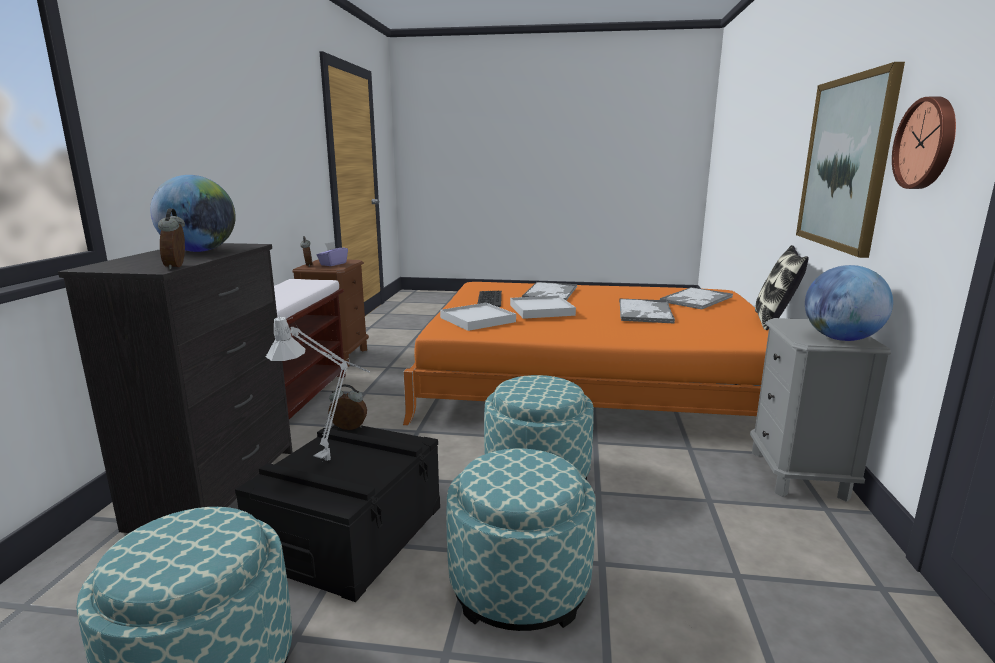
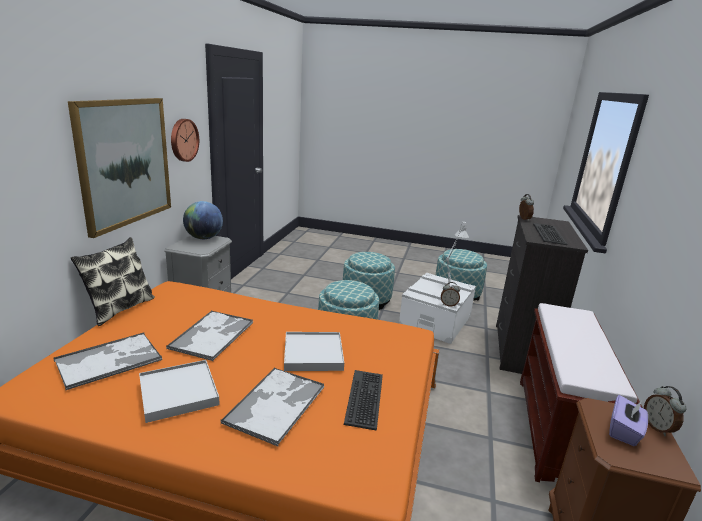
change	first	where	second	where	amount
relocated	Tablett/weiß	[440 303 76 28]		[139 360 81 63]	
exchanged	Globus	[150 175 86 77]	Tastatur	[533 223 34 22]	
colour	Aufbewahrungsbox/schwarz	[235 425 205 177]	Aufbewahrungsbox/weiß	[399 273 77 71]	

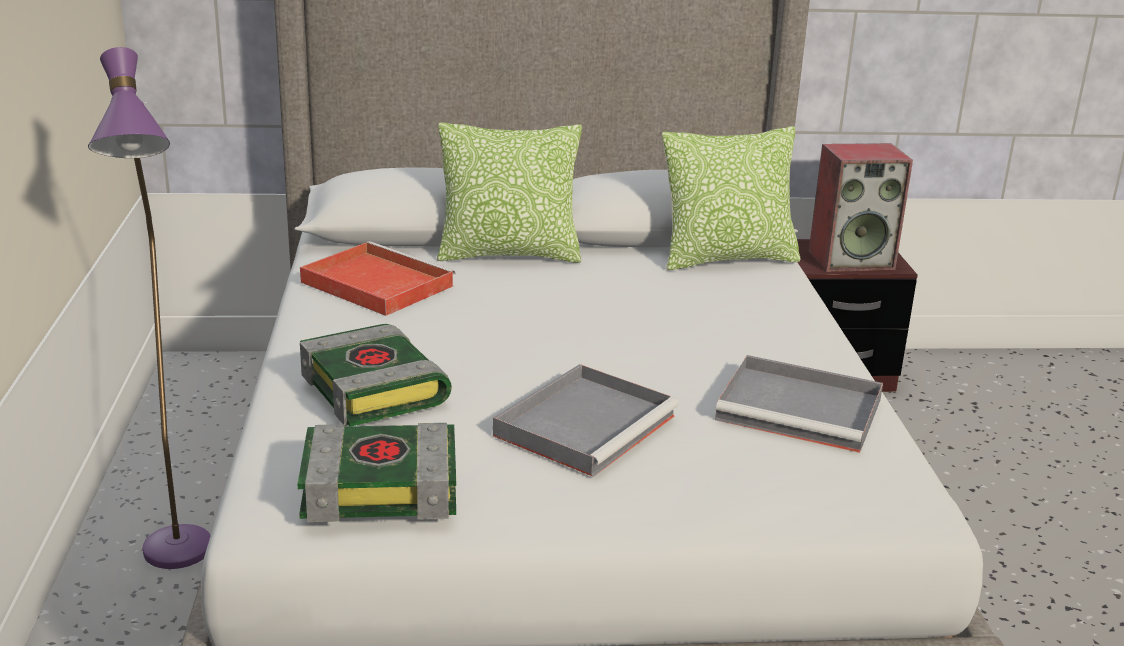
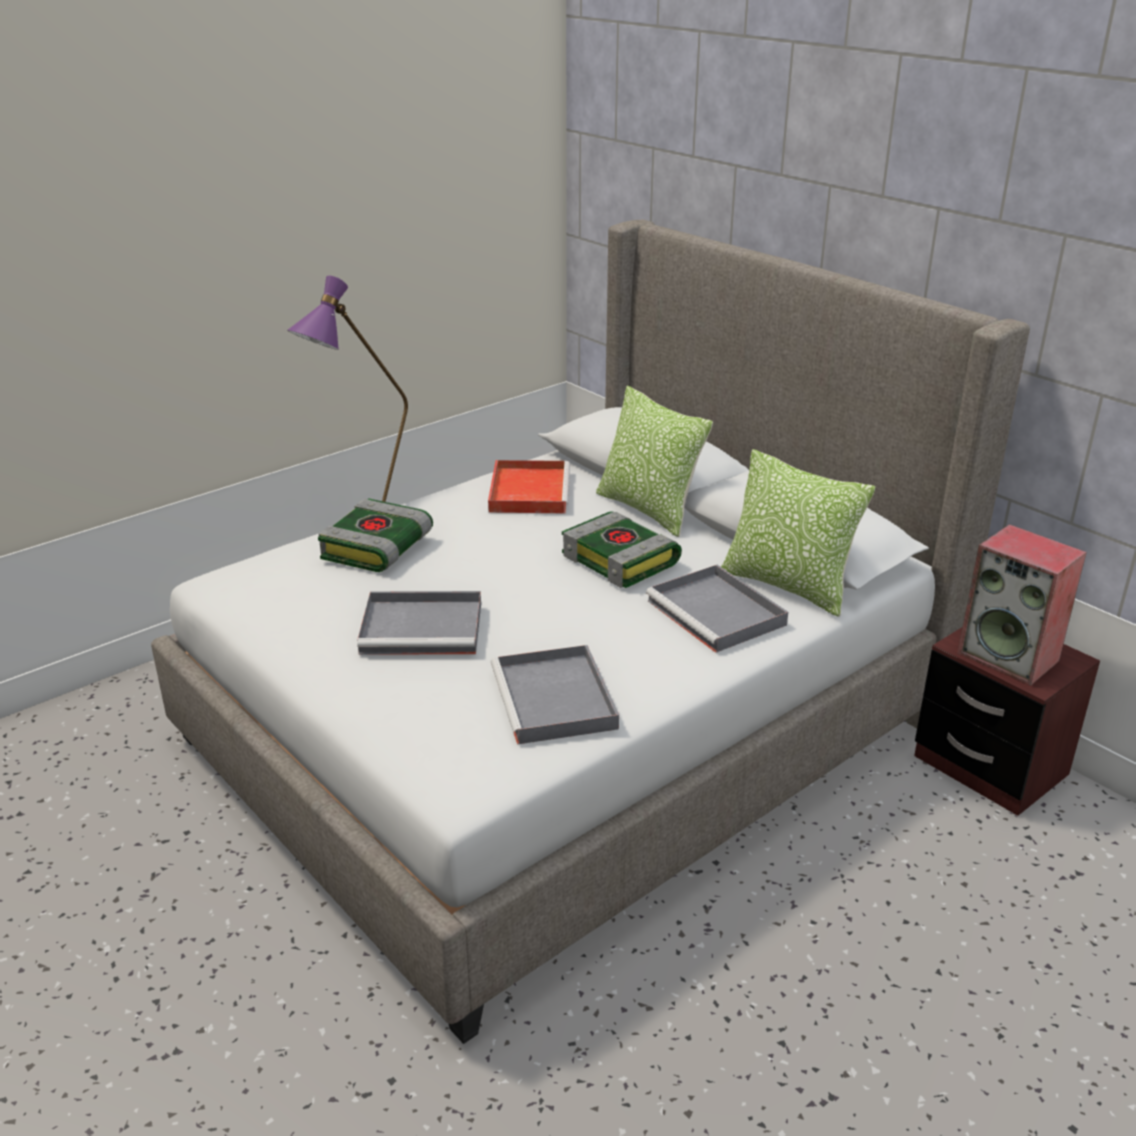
change	first	where	second	where	amount
appeared			Tablett/grau	[646 565 142 88]	
relocated	Buch	[298 423 158 99]		[562 511 120 77]	

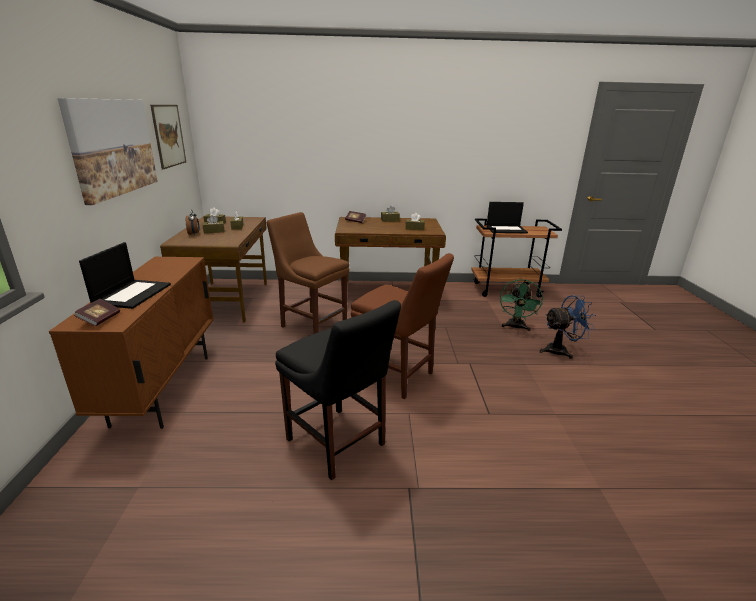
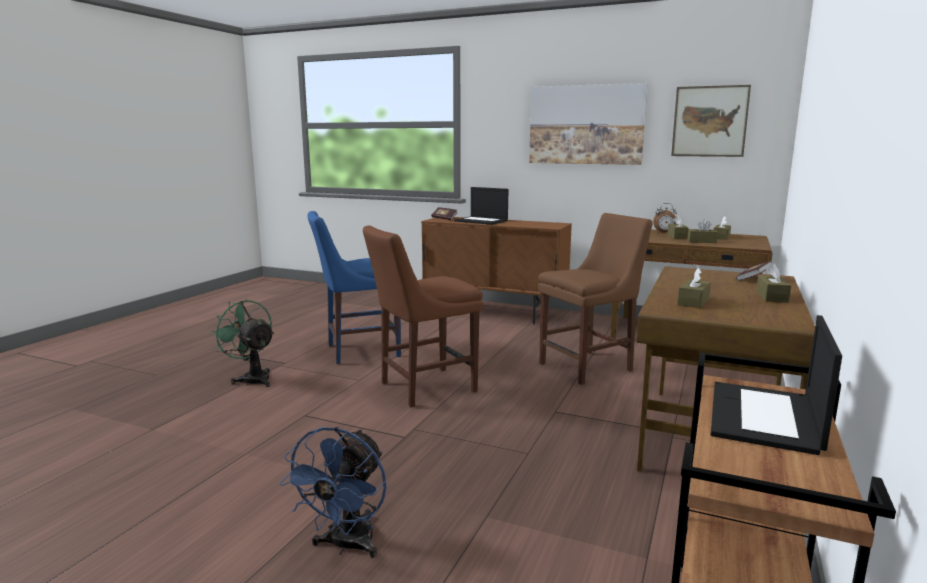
change	first	where	second	where	amount
relocated	Ventilator/grün	[500 279 43 52]		[210 299 64 88]	
colour	Stuhl/schwarz	[275 300 126 181]	Stuhl/blau	[307 211 94 153]	

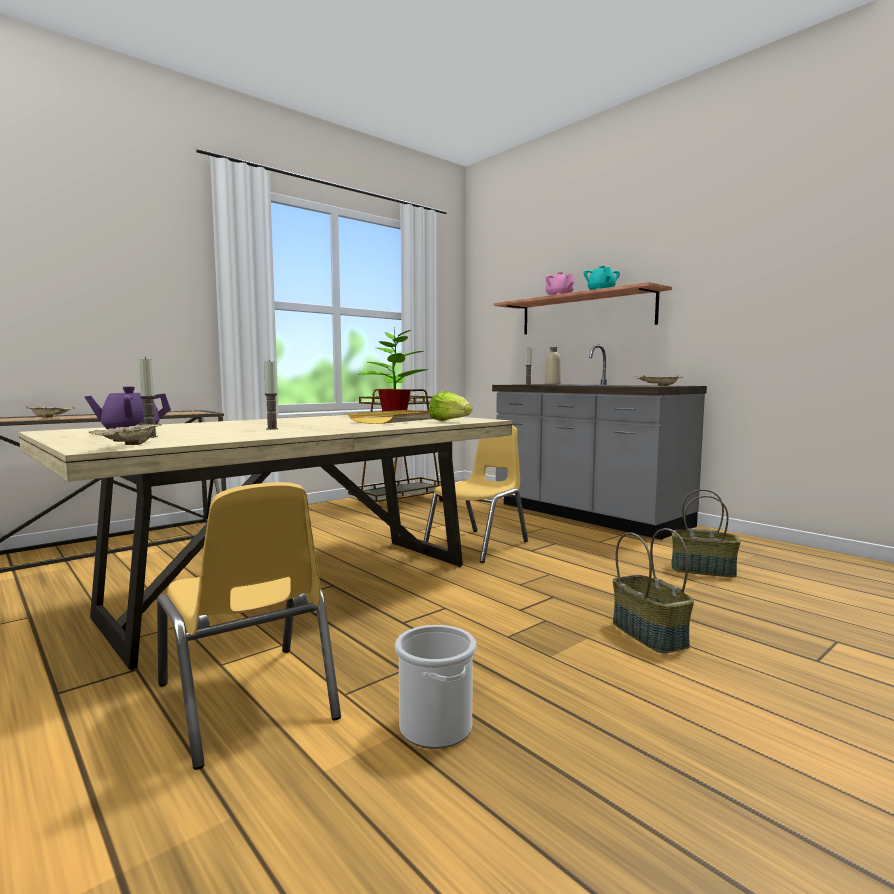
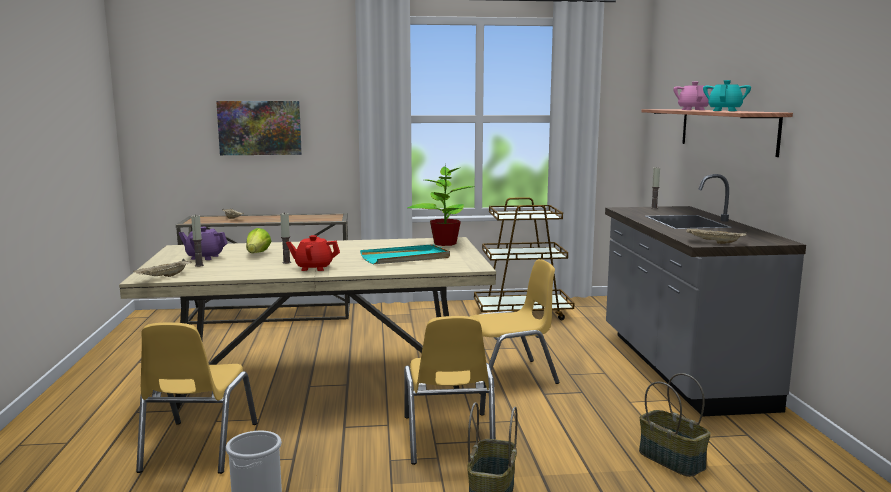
change	first	where	second	where	amount
missing	Flasche/beige	[545 347 16 37]			
appeared			Bild	[216 101 86 54]	
appeared			Teekanne/rot	[286 235 54 36]	
appeared			Stuhl/gelb	[404 316 92 149]	
relocated	Salatkopf	[429 391 43 30]		[246 228 26 25]	
colour	Tablett/gelb	[347 410 87 14]	Tablett/türkis	[360 244 90 20]	

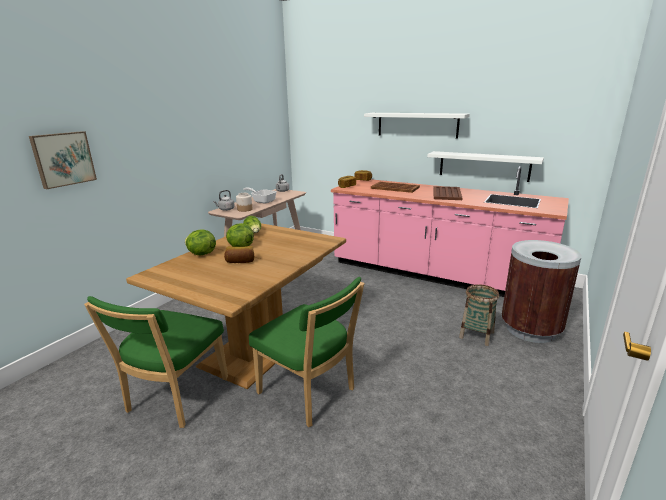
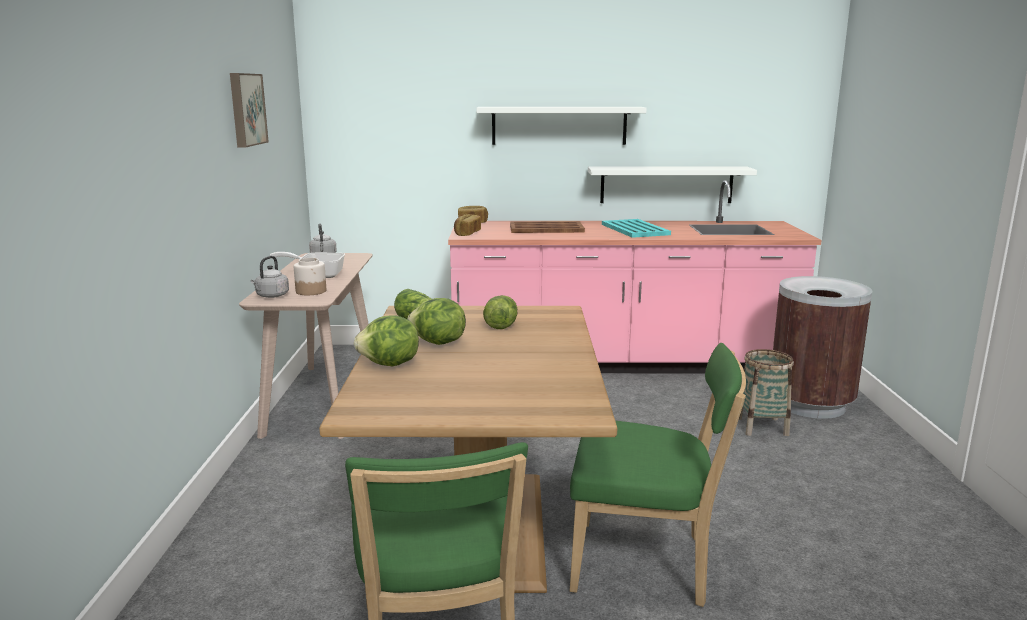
change	first	where	second	where	amount
missing	Brot	[224 246 30 17]			
appeared			Salatkopf	[483 295 35 34]	
relocated	Bild	[29 131 68 58]		[230 73 39 74]	
colour	Tablett/braun	[433 186 29 14]	Tablett/türkis	[602 219 69 19]	

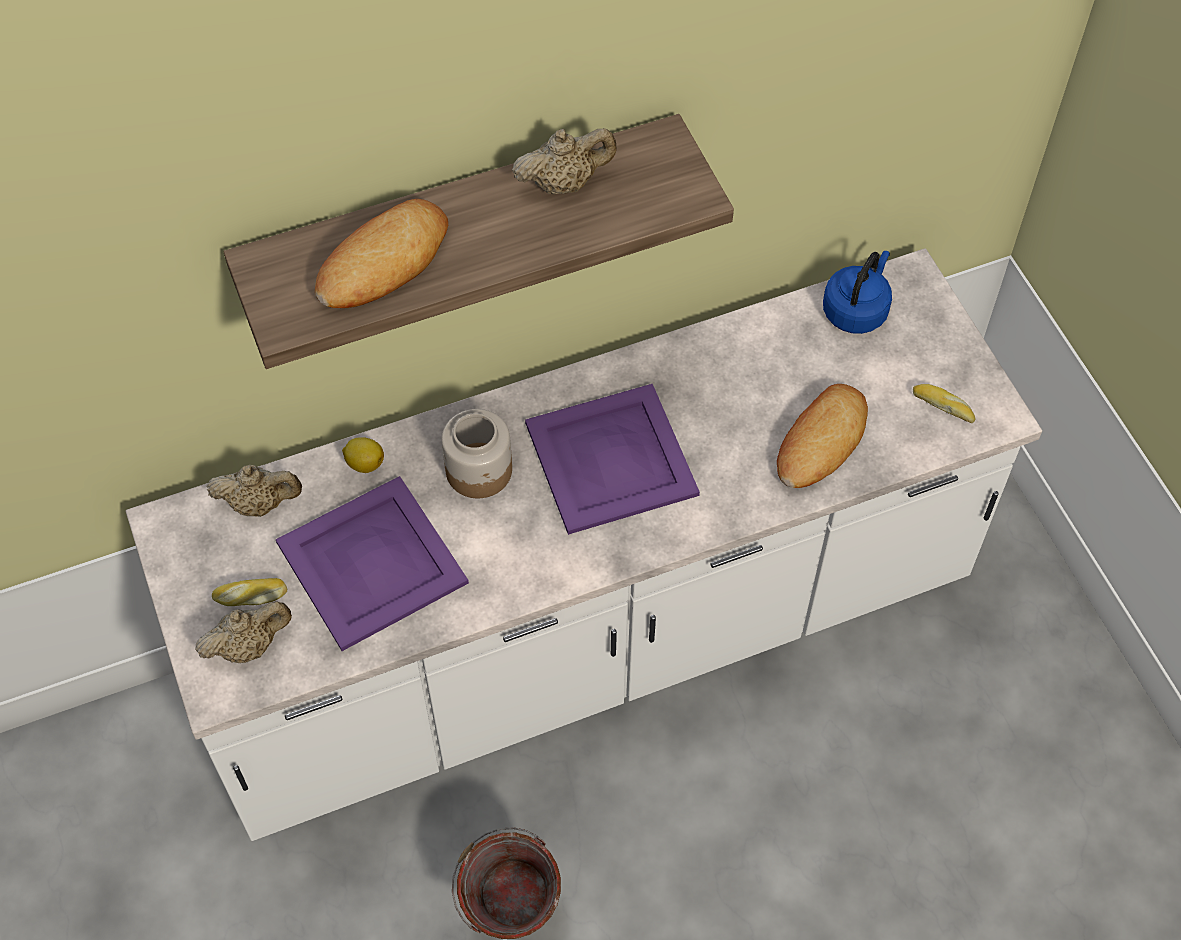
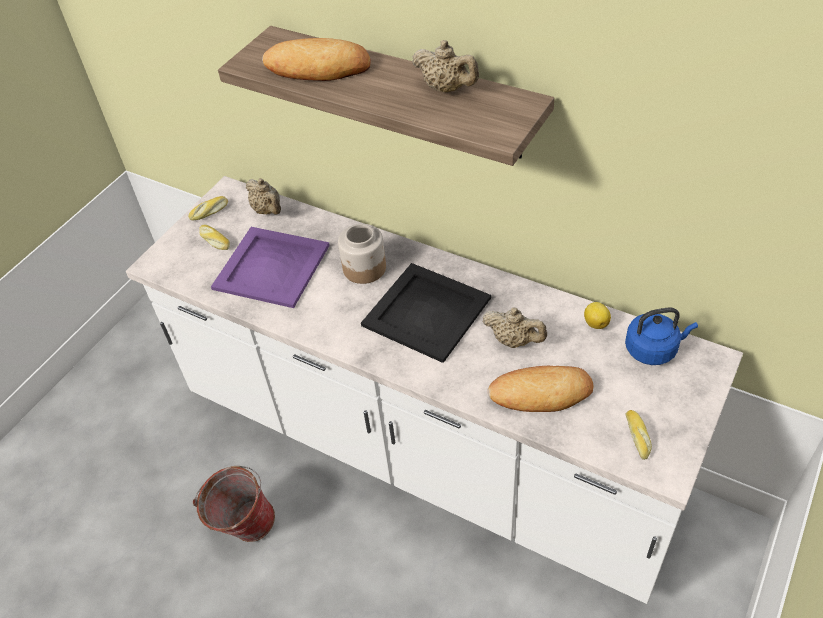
change	first	where	second	where	amount
appeared			Brot	[188 196 40 24]	
relocated	Teekanne/beige	[195 601 97 62]		[482 307 65 41]	
relocated	Zitrone	[342 437 42 36]		[584 302 27 27]	
colour	Tablett/lila	[525 384 175 151]	Tablett/schwarz	[361 263 130 100]	

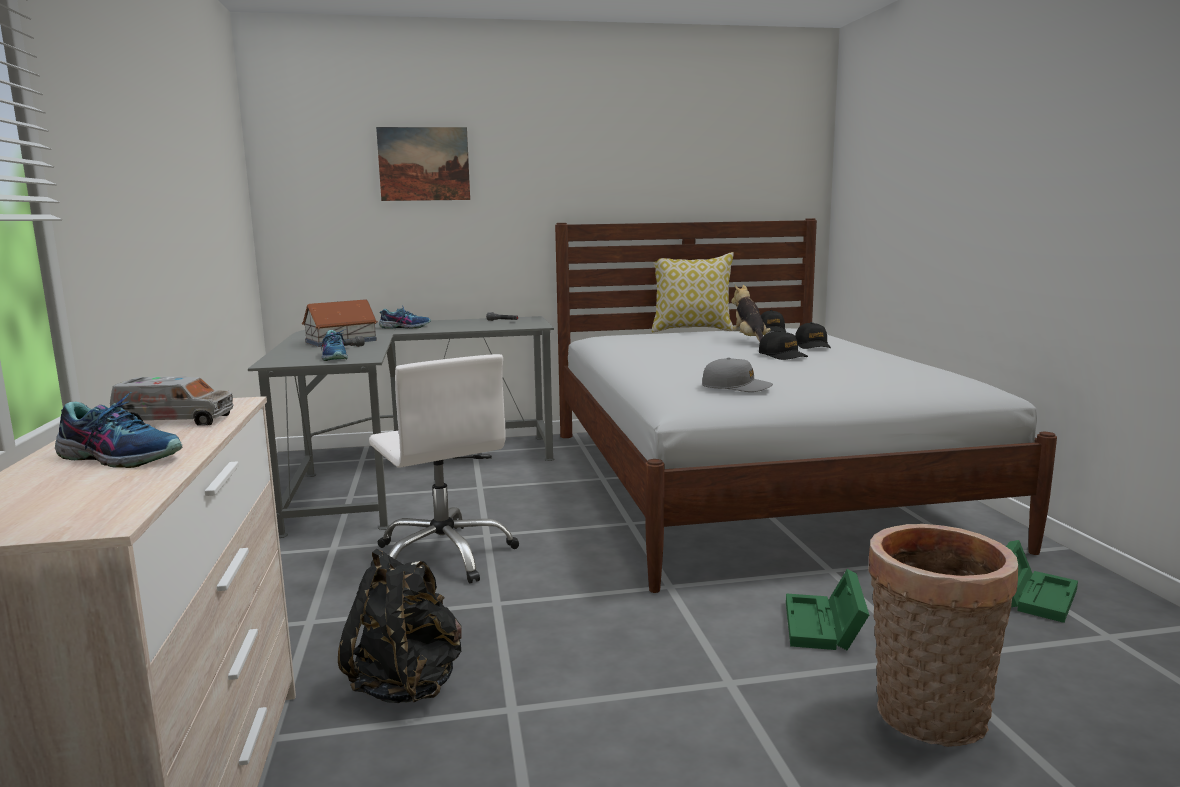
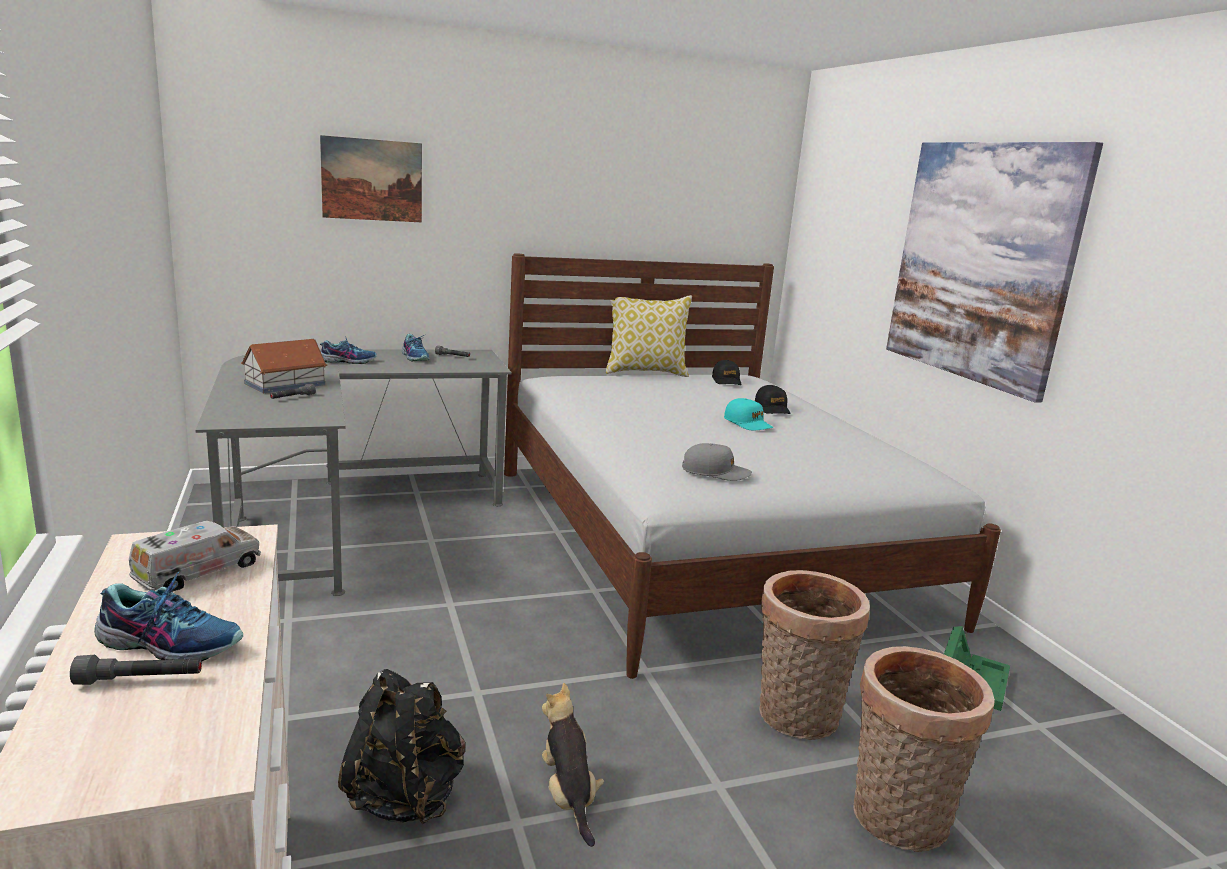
change	first	where	second	where	amount
missing	Bürostuhl/weiß	[369 354 150 229]			
appeared			Taschenlampe/grau	[70 655 132 30]	
appeared			Bild	[886 142 217 261]	
relocated	Schuh	[321 329 27 32]		[402 334 28 27]	
relocated	Plüschtier	[731 285 40 57]		[542 683 62 164]	
exchanged	Aufbewahrungsbox/grün	[786 569 83 81]	Korb	[759 570 111 170]	
colour	Kappe/schwarz	[759 331 49 29]	Kappe/türkis	[724 398 49 32]	
spun	Spielzeuglaster	[110 376 124 50]		[129 521 132 71]	45 degrees counterclockwise

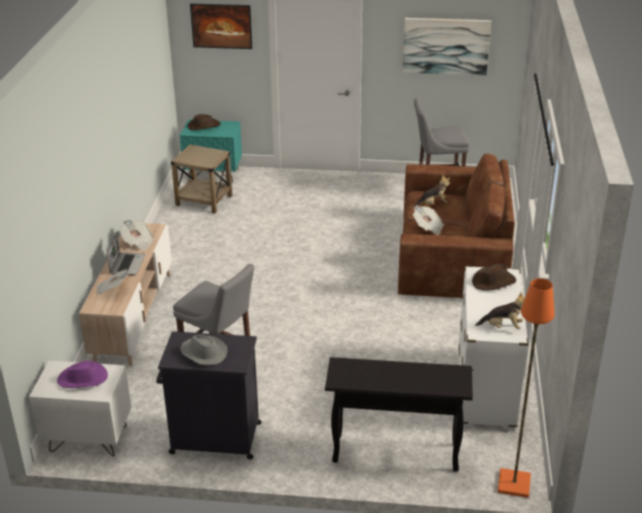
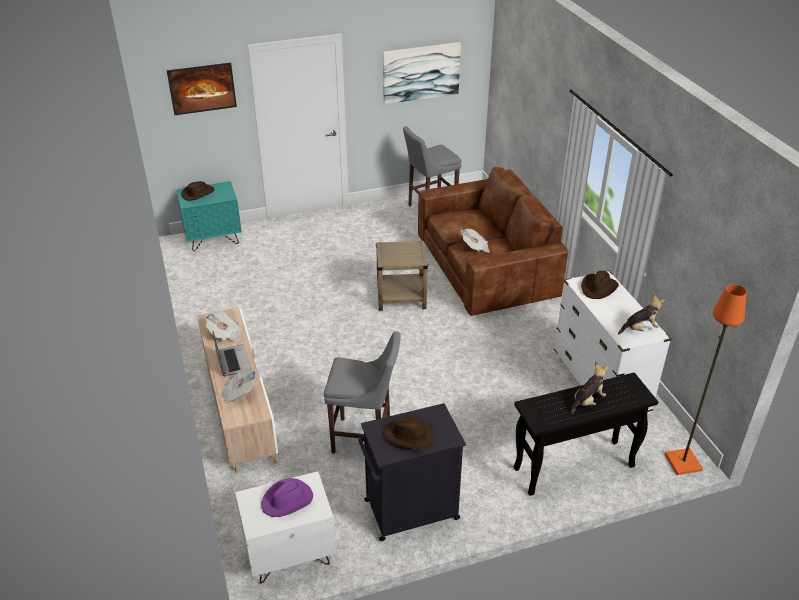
change	first	where	second	where	amount
relocated	Beistelltisch/beige	[171 144 61 69]		[376 241 52 70]	
relocated	Plüschtier	[414 175 36 33]		[571 364 37 51]	
colour	Hut/grau	[180 335 47 30]	Hut/braun	[384 417 51 33]	

